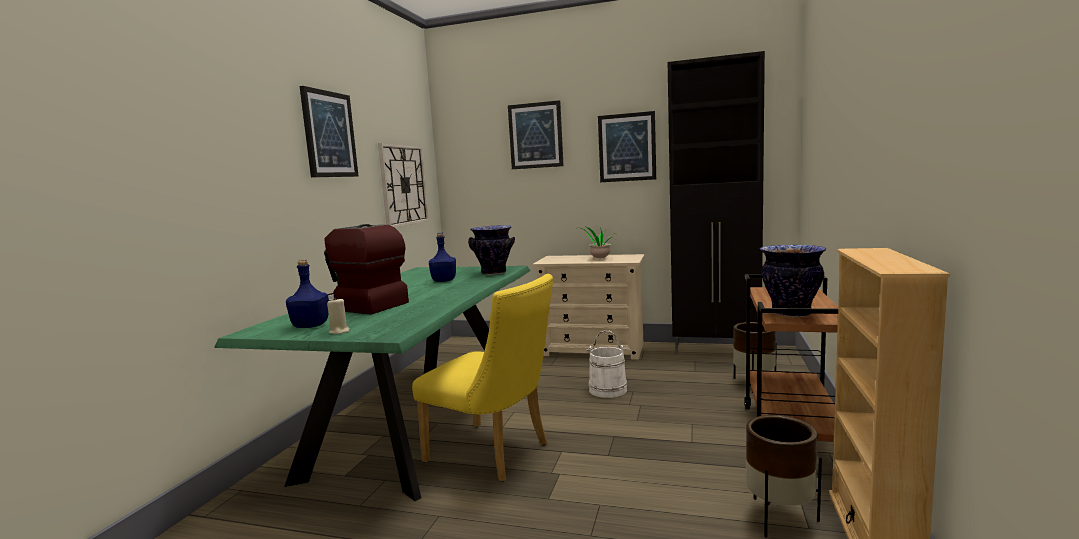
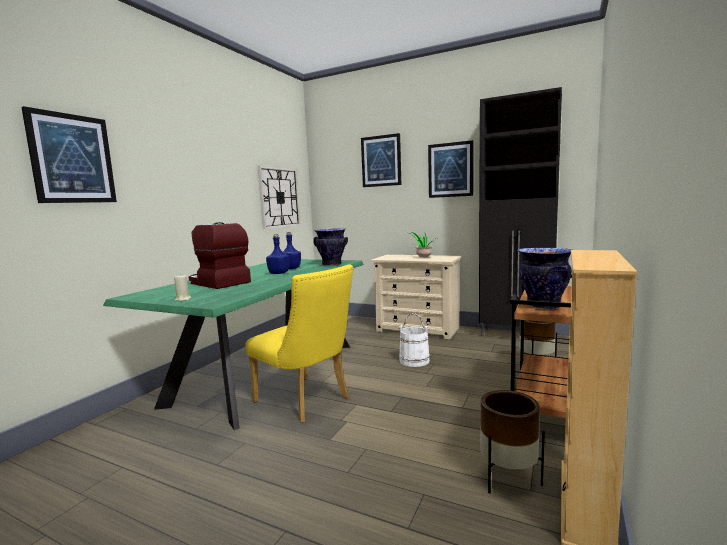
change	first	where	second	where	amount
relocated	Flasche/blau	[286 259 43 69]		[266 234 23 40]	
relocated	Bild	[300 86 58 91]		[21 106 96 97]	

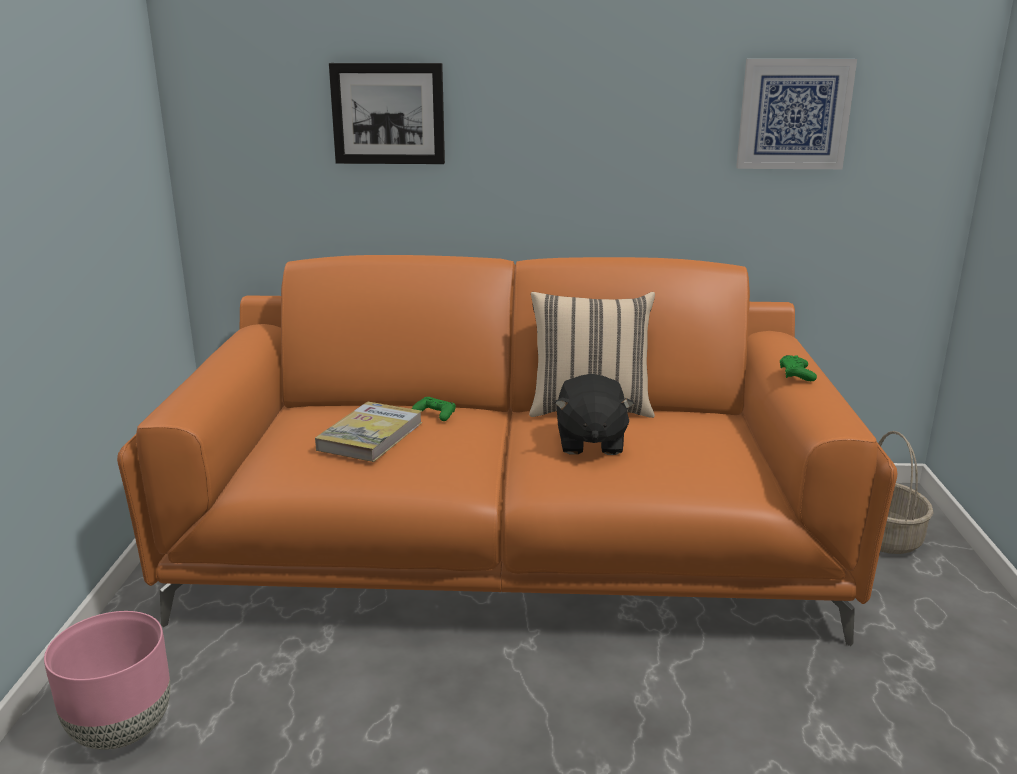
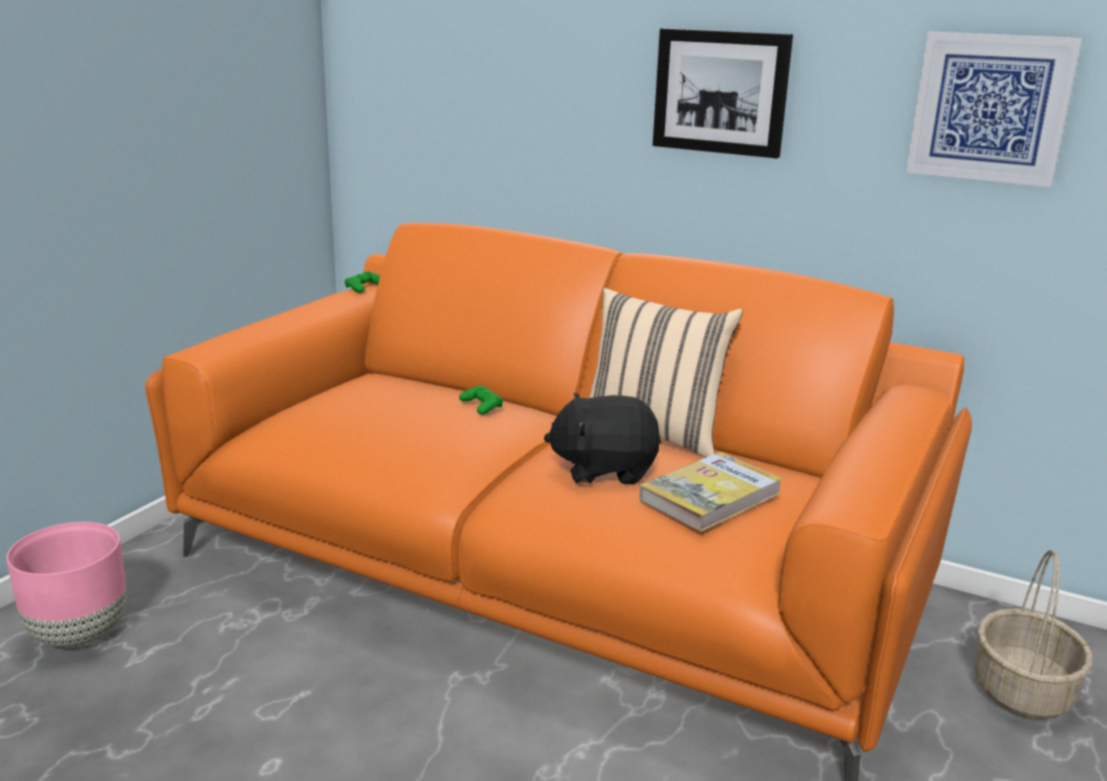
change	first	where	second	where	amount
relocated	Buch	[315 402 107 60]		[639 452 144 80]	
relocated	Bild	[329 63 116 101]		[653 28 140 130]	
relocated	Gamepad/grün	[780 355 37 26]		[345 271 35 22]	
spun	Plüschtier/schwarz	[555 374 79 81]		[544 393 117 91]	60 degrees clockwise

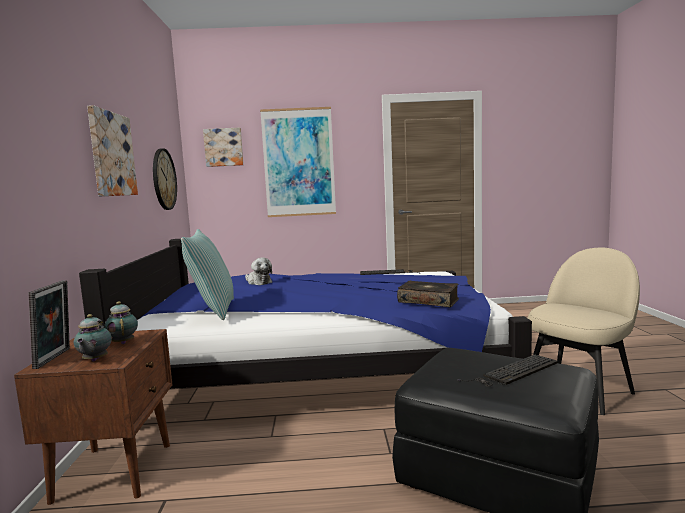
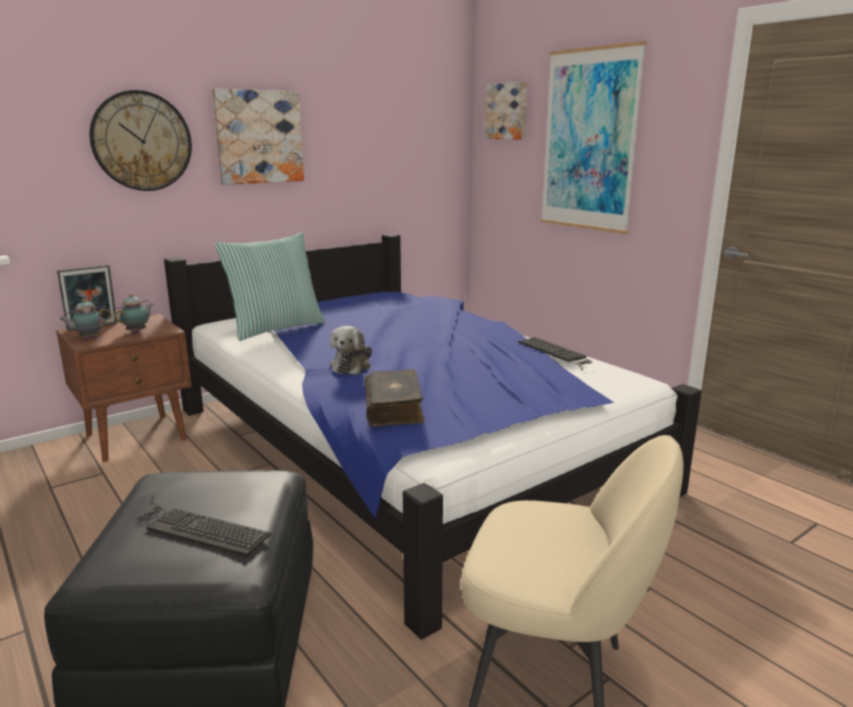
change	first	where	second	where	amount
relocated	Wanduhr	[153 148 24 62]		[90 90 102 101]	
relocated	Plüschtier	[245 257 27 28]		[330 326 42 49]	

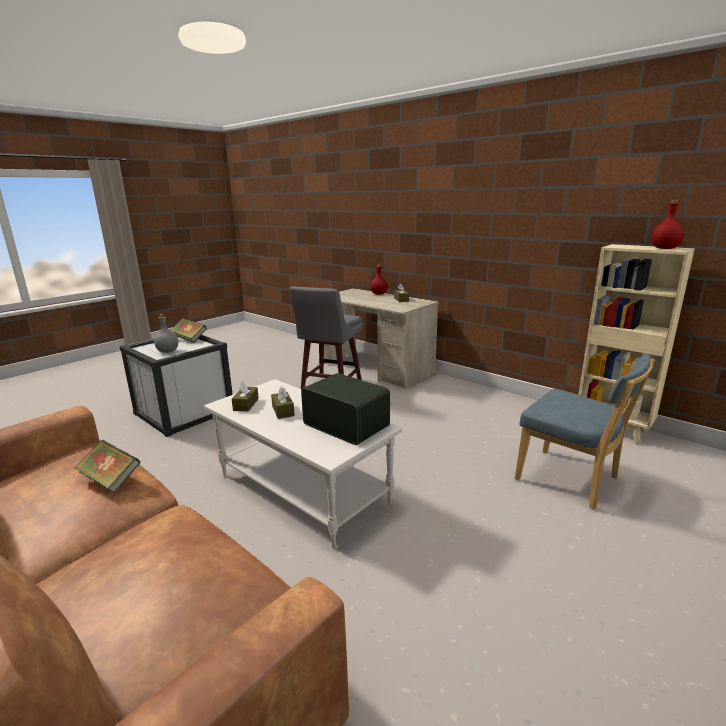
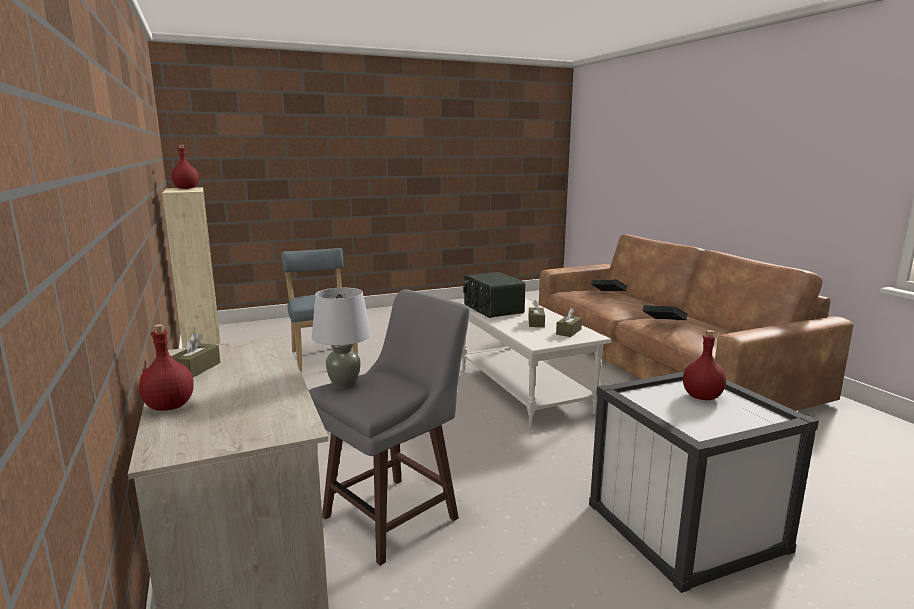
change	first	where	second	where	amount
appeared			Tischlampe/grau	[312 288 59 101]	
relocated	Buch	[170 318 37 25]		[591 279 36 12]	
colour	Flasche/grau	[154 314 24 39]	Flasche/rot	[683 330 43 70]	

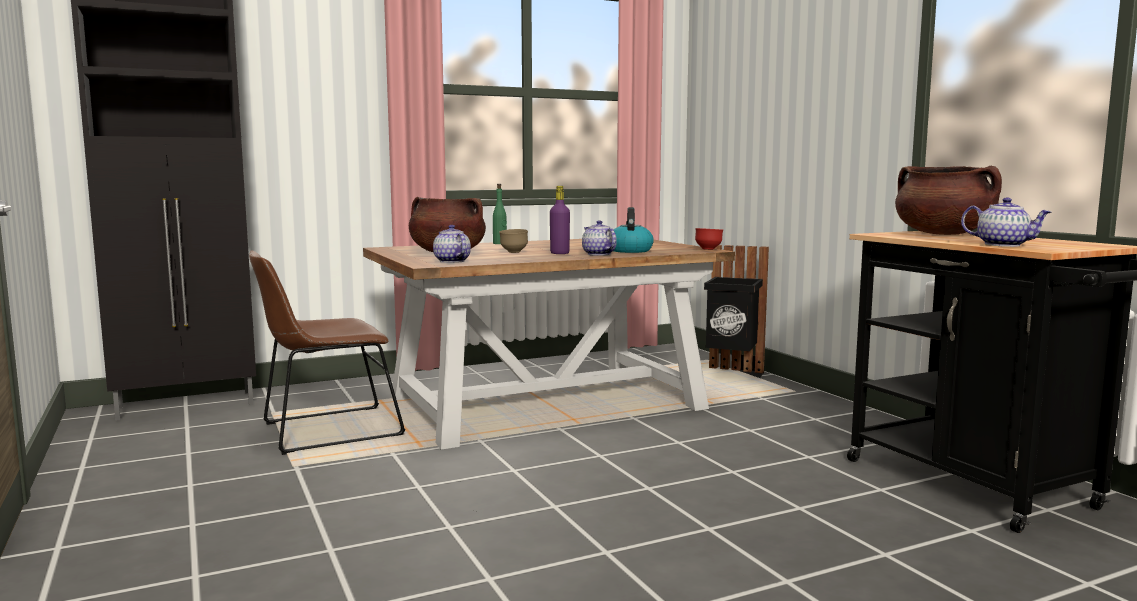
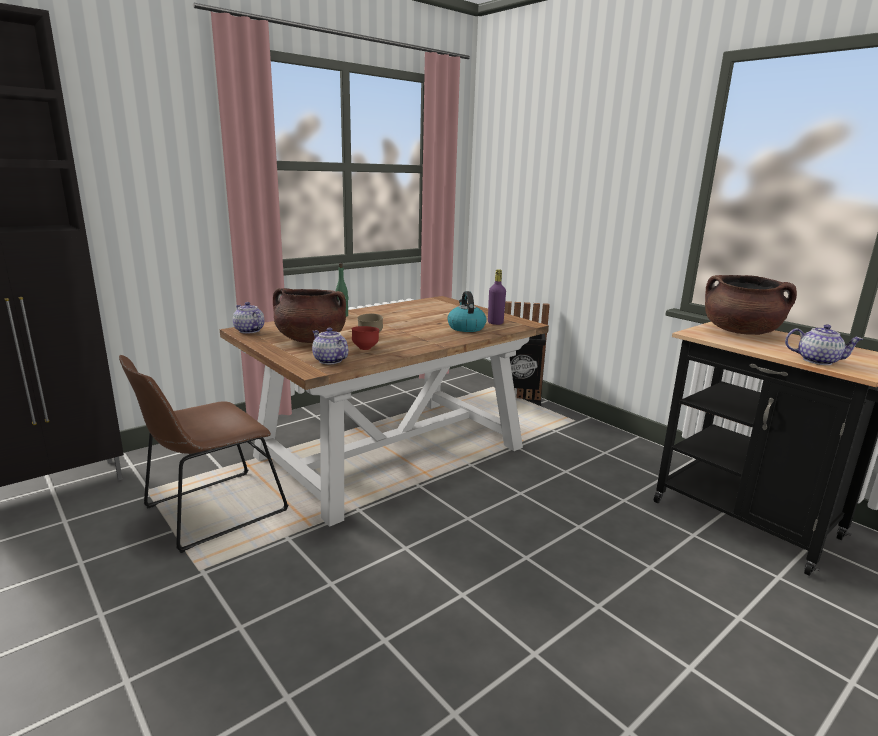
change	first	where	second	where	amount
relocated	Flasche/lila	[550 186 20 68]		[488 269 18 56]	
relocated	Teekanne	[582 220 35 36]		[233 302 31 32]	
relocated	Schüssel/rot	[695 228 28 22]		[352 326 27 24]	

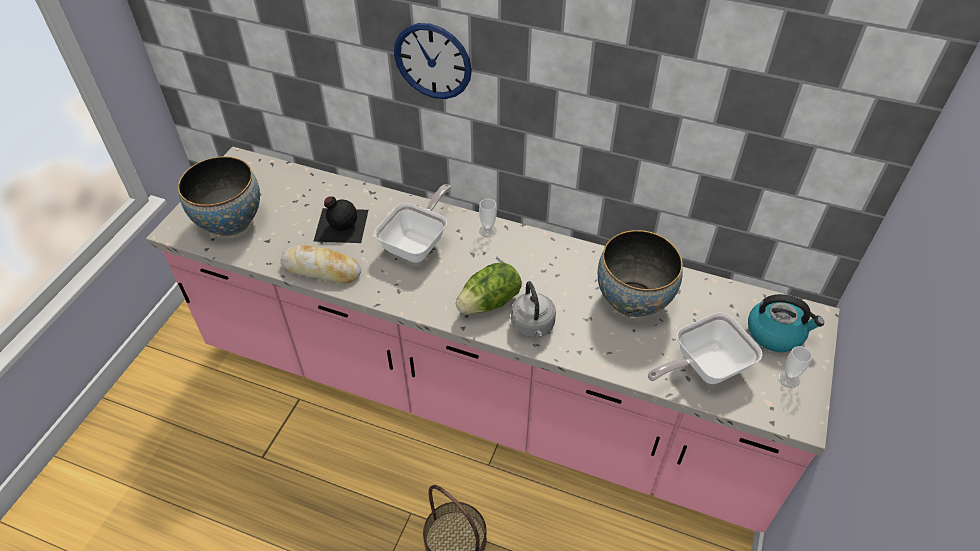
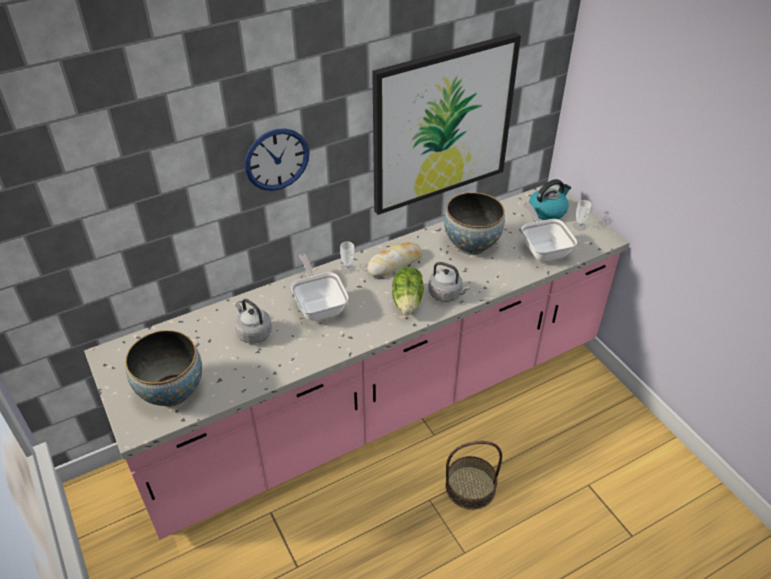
change	first	where	second	where	amount
appeared			Bild	[372 33 149 182]	
relocated	Brot	[281 245 80 39]		[367 242 55 35]	
exchanged	Flasche/schwarz	[313 196 55 47]	Wasserkessel/grau	[235 299 37 45]	
spun	Pfanne	[648 313 114 71]		[521 202 56 60]	150 degrees clockwise

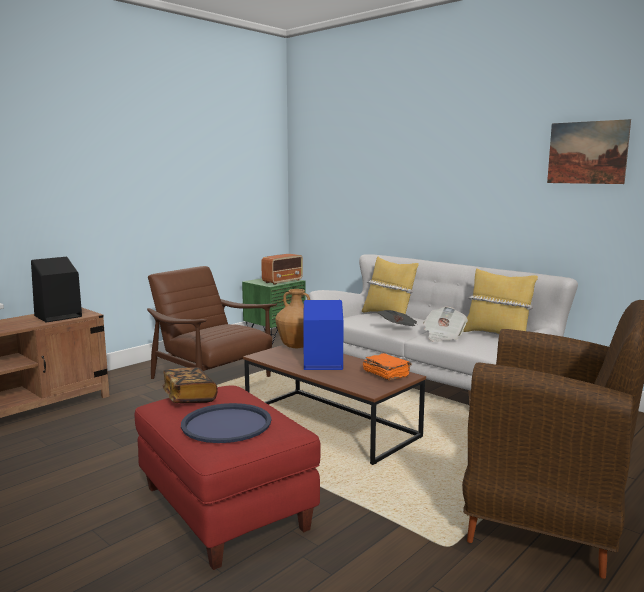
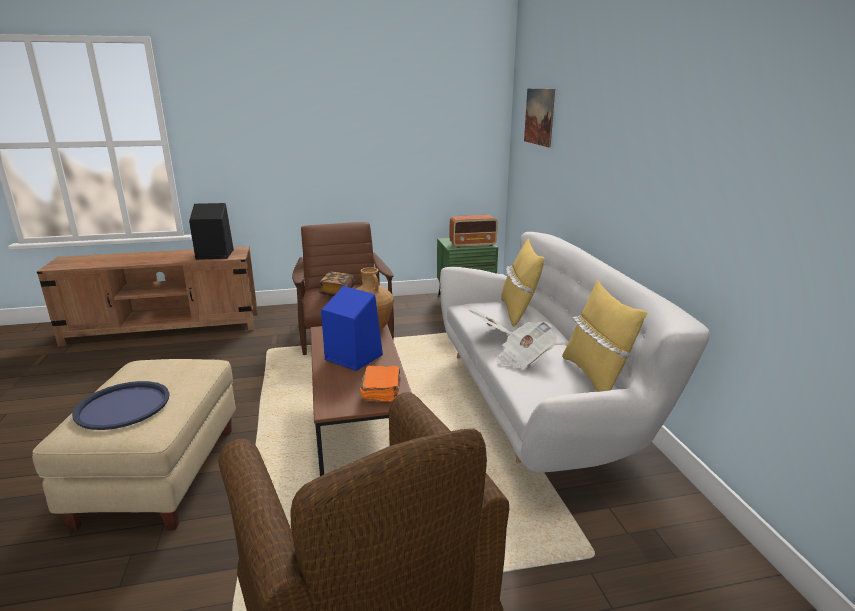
change	first	where	second	where	amount
relocated	Buch	[163 367 55 36]		[319 272 36 24]	
relocated	Bild	[547 119 84 65]		[524 89 31 59]	
colour	Polsterhocker/rot	[135 385 186 185]	Polsterhocker/beige	[32 359 204 172]	

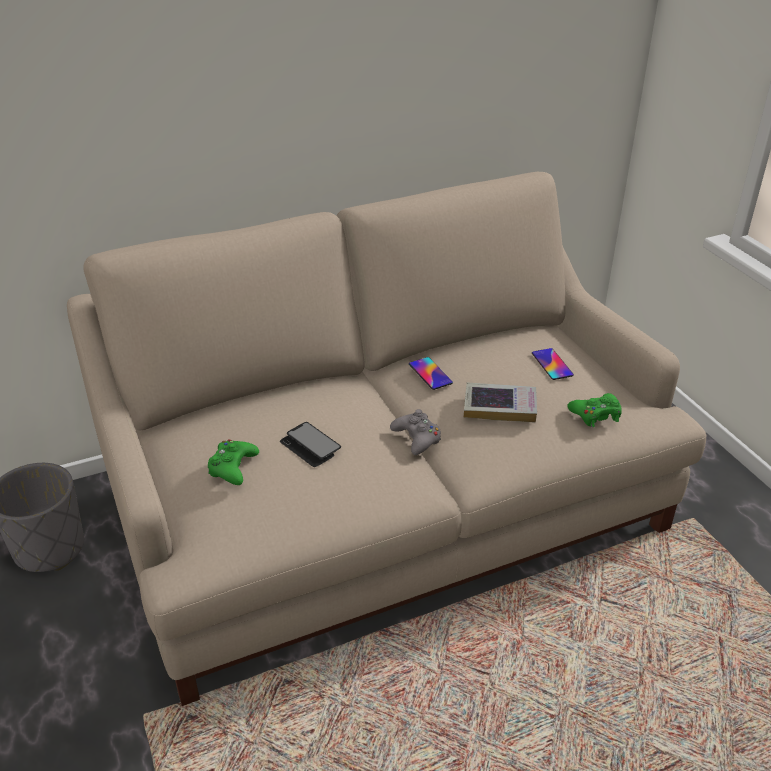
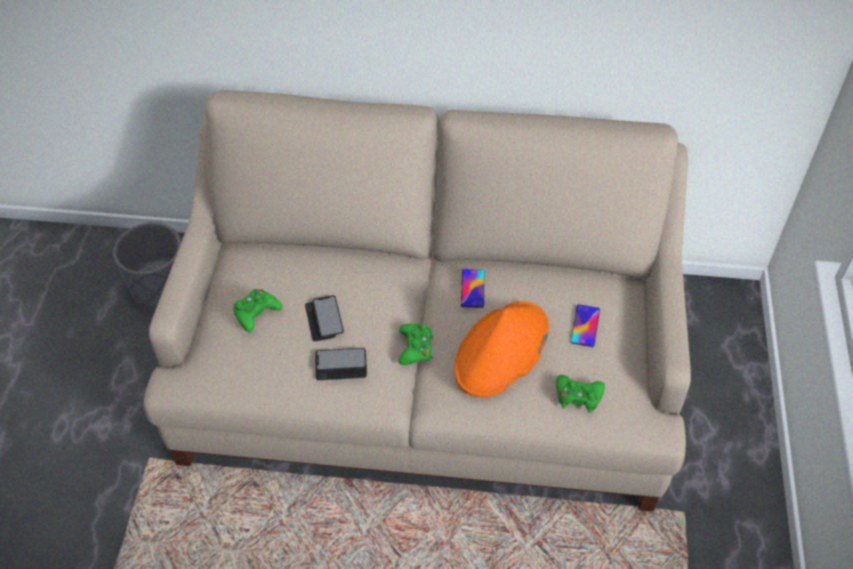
change	first	where	second	where	amount
appeared			Handy	[315 348 52 32]	
exchanged	Buch	[464 382 73 40]	Hut/orange	[454 301 95 96]	
colour	Gamepad/grau	[390 409 51 46]	Gamepad/grün	[399 324 34 41]	

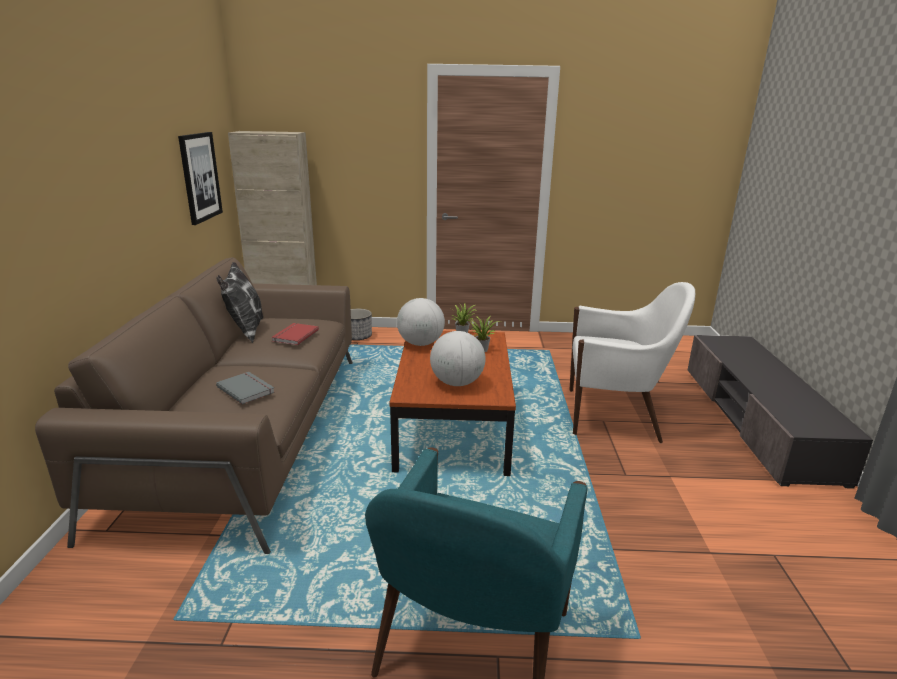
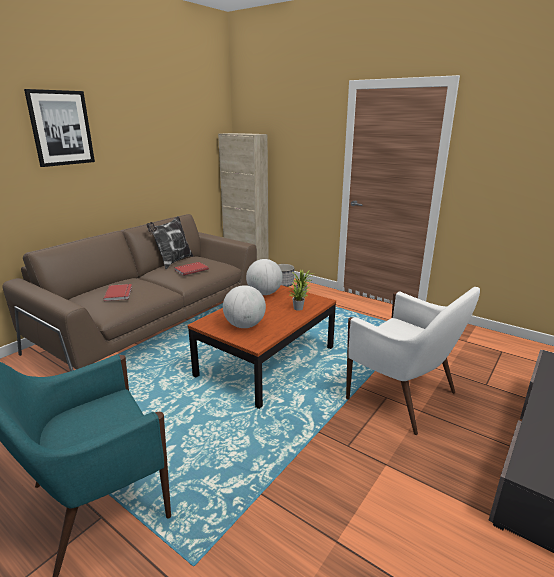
change	first	where	second	where	amount
relocated	Bild	[178 132 45 93]		[24 89 71 78]	
colour	Buch/grau	[216 372 58 32]	Buch/rot	[104 284 28 17]	

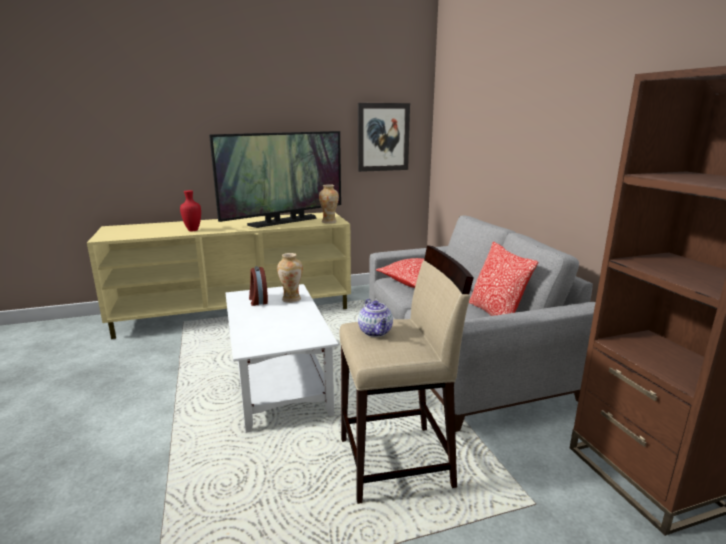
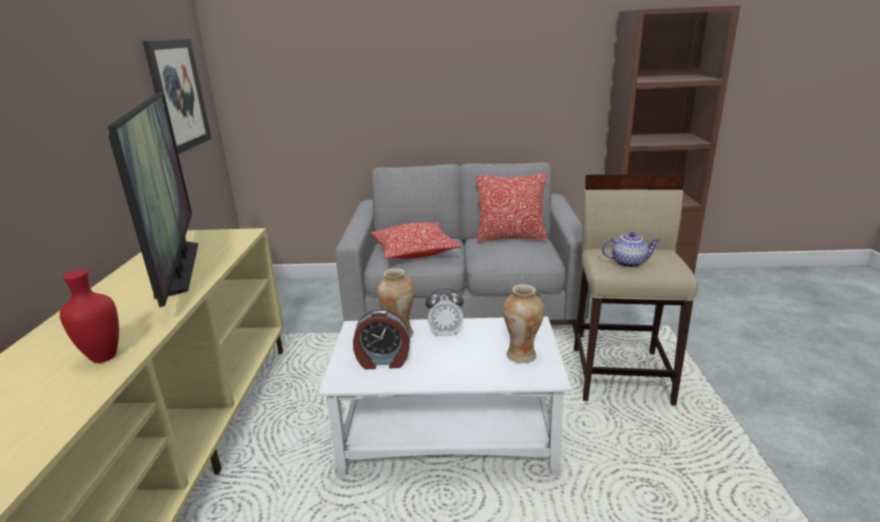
change	first	where	second	where	amount
appeared			Wecker	[425 288 39 49]	
relocated	Vase	[319 184 20 40]		[503 284 41 79]	

